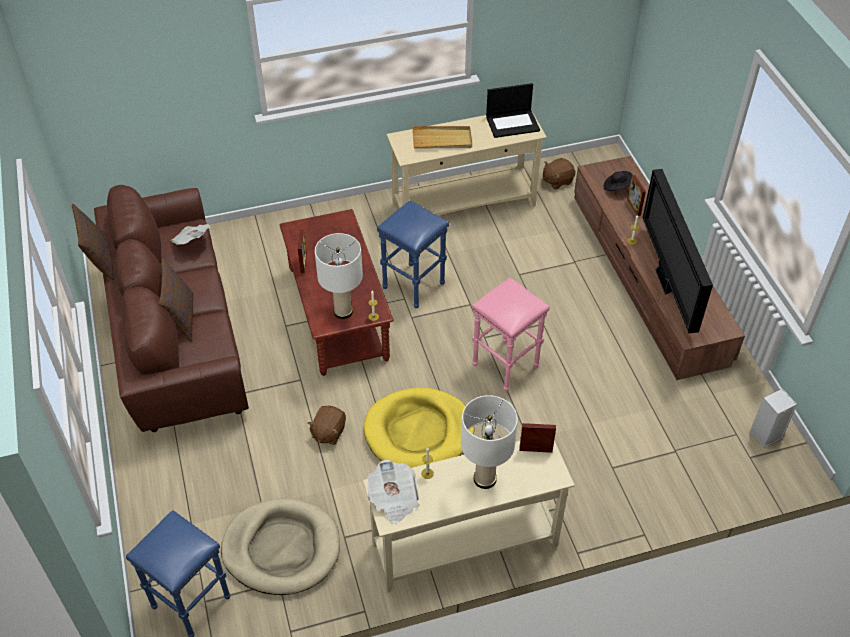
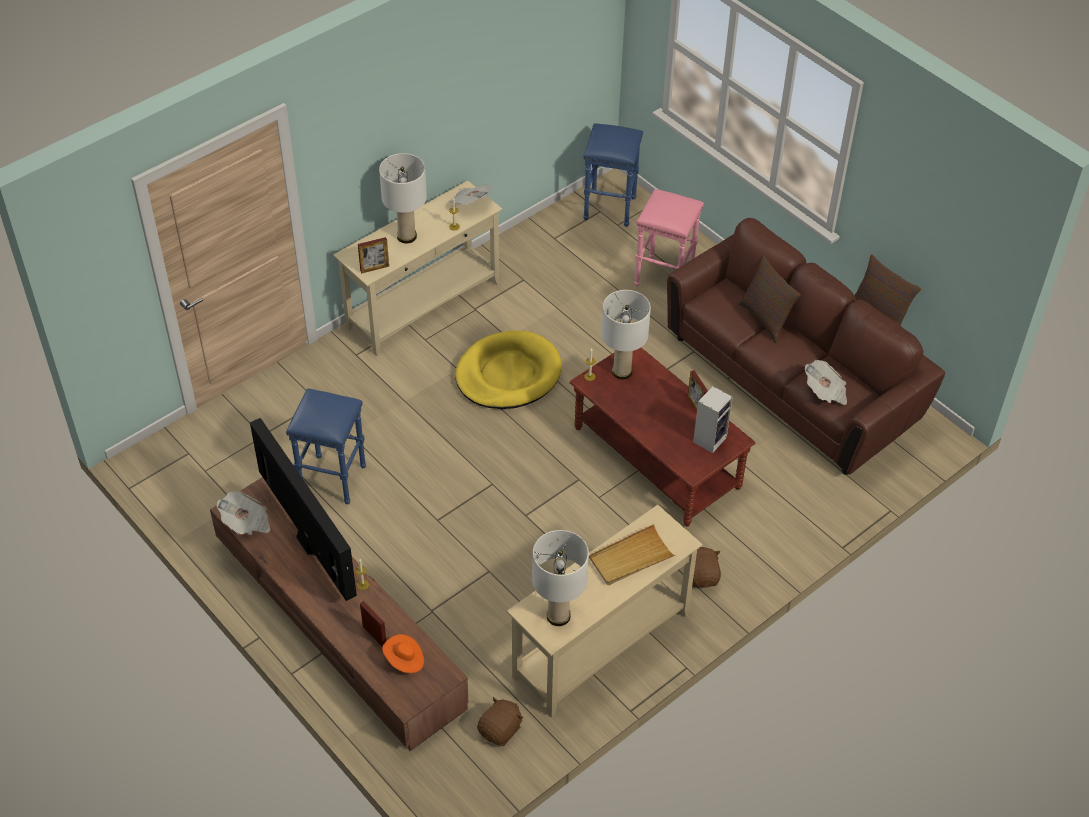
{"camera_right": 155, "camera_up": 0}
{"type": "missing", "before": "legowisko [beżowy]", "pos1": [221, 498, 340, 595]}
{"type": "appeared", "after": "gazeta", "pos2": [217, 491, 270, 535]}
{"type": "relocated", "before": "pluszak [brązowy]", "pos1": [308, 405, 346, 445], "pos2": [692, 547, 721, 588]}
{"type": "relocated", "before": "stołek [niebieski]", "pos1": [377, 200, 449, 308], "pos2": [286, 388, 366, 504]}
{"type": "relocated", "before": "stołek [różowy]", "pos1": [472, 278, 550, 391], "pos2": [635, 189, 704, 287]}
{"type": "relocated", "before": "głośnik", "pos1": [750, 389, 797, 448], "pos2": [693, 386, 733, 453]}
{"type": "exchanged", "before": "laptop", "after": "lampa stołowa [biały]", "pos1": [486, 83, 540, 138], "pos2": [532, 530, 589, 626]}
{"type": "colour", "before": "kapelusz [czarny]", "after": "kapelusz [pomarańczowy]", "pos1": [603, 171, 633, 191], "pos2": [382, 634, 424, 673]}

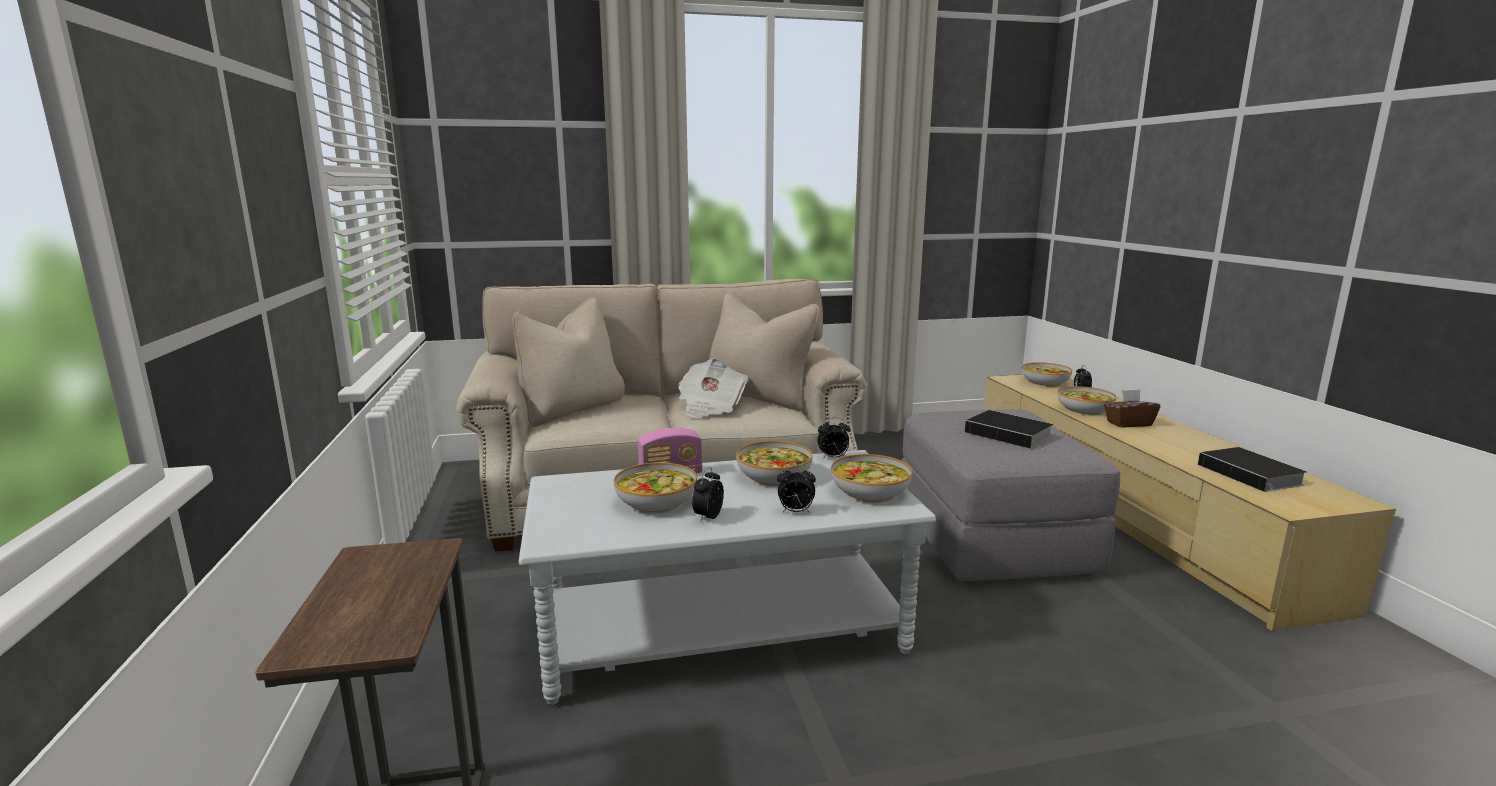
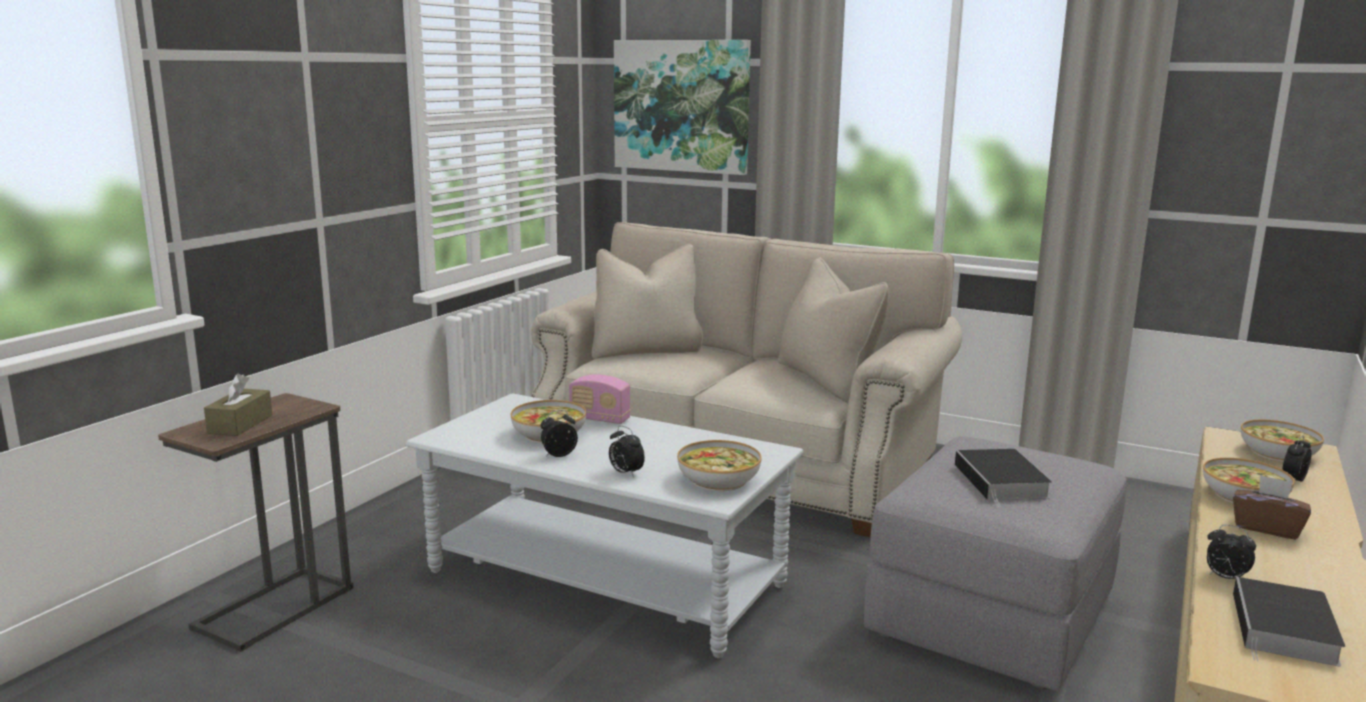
{"camera_right": 40, "camera_up": 0}
{"type": "missing", "before": "gazeta", "pos1": [678, 358, 749, 418]}
{"type": "missing", "before": "miska", "pos1": [736, 441, 813, 486]}
{"type": "appeared", "after": "pudełko chusteczek [brązowy]", "pos2": [204, 373, 273, 436]}
{"type": "appeared", "after": "obraz", "pos2": [614, 40, 751, 175]}
{"type": "relocated", "before": "budzik", "pos1": [817, 418, 850, 458], "pos2": [1207, 524, 1256, 579]}

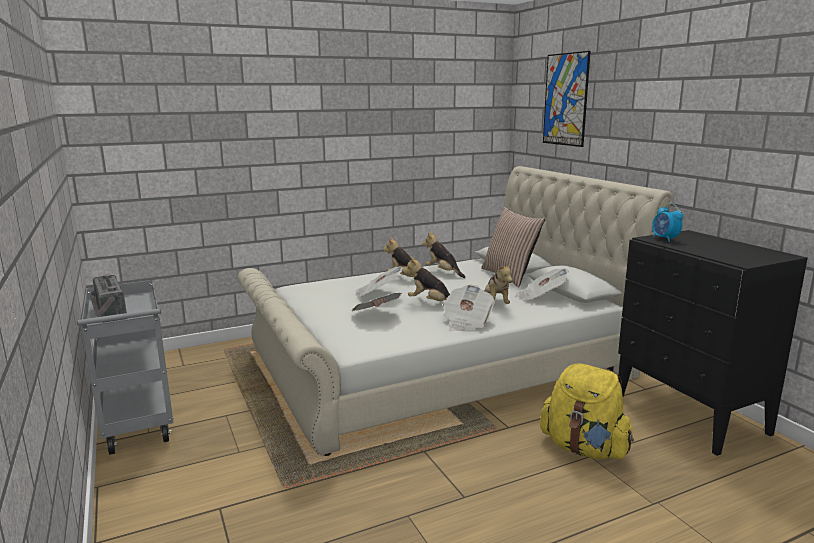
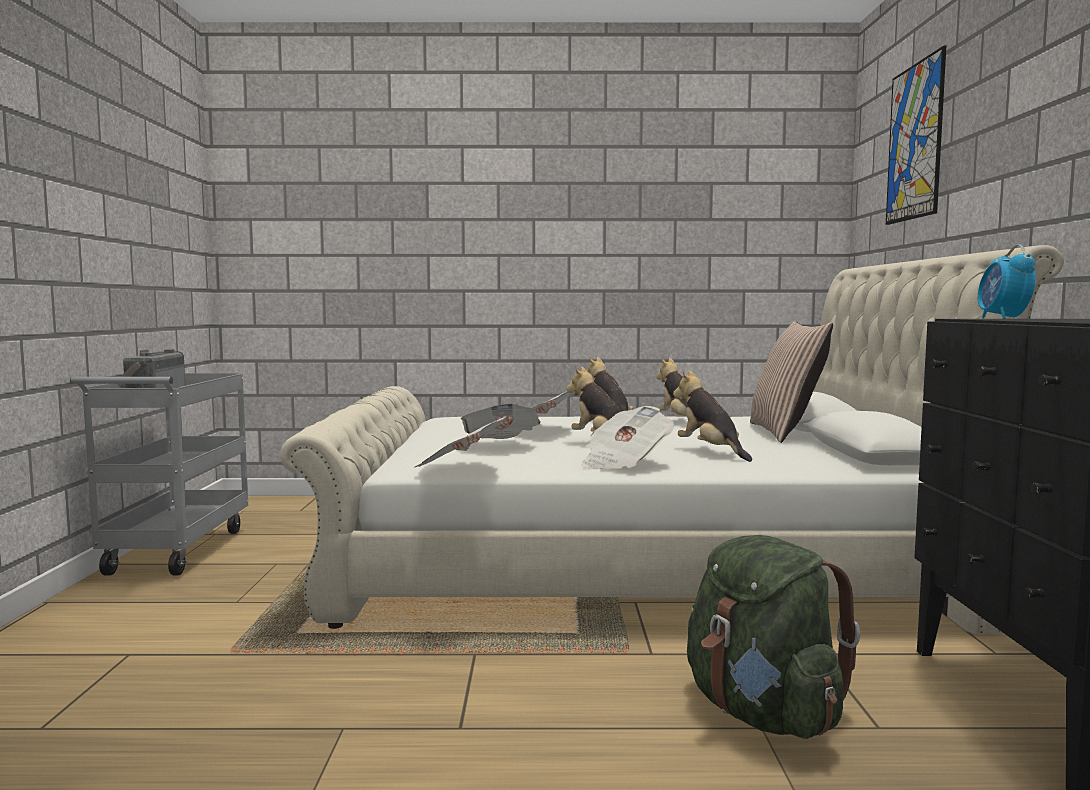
{"camera_right": 25, "camera_up": -10}
{"type": "relocated", "before": "gazeta", "pos1": [516, 269, 569, 300], "pos2": [415, 417, 505, 467]}
{"type": "colour", "before": "plecak [żółty]", "after": "plecak [zielony]", "pos1": [540, 364, 634, 459], "pos2": [687, 535, 860, 739]}
{"type": "spun", "before": "pluszak", "pos1": [483, 263, 513, 304], "pos2": [673, 370, 752, 462], "turn": 135}

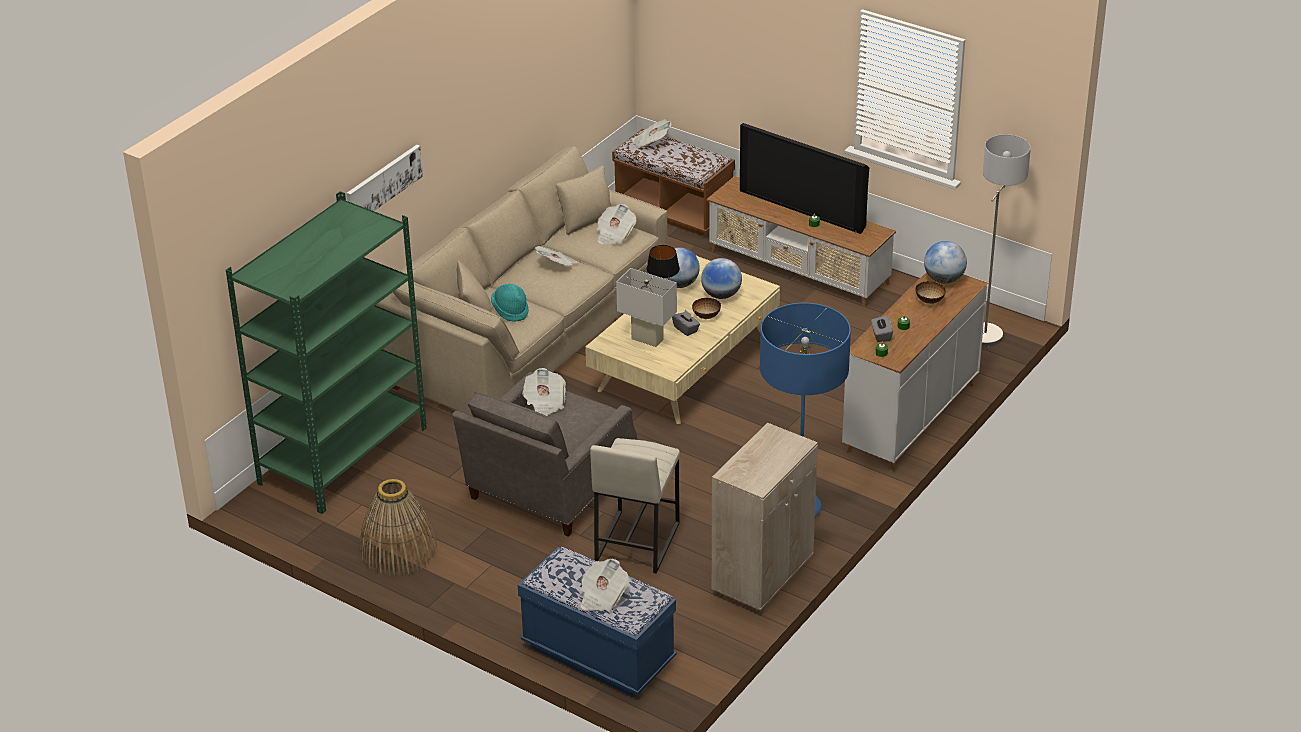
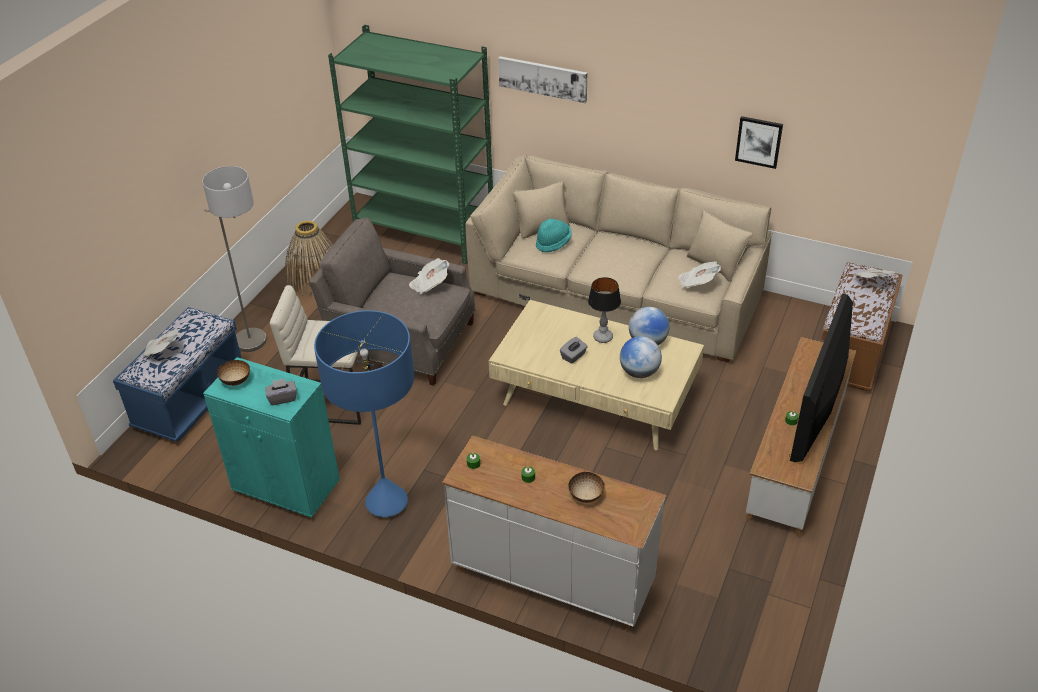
{"camera_right": 80, "camera_up": 5}
{"type": "missing", "before": "gazeta", "pos1": [535, 246, 579, 266]}
{"type": "missing", "before": "lampa stołowa [biały]", "pos1": [616, 268, 677, 347]}
{"type": "missing", "before": "globus", "pos1": [924, 241, 967, 284]}
{"type": "appeared", "after": "obraz", "pos2": [735, 116, 783, 169]}
{"type": "relocated", "before": "miska", "pos1": [692, 298, 721, 319], "pos2": [217, 360, 250, 386]}
{"type": "relocated", "before": "pudełko chusteczek [szary]", "pos1": [871, 315, 893, 342], "pos2": [265, 379, 297, 405]}
{"type": "relocated", "before": "lampa stojąca [szary]", "pos1": [982, 134, 1031, 347], "pos2": [202, 166, 267, 352]}
{"type": "colour", "before": "szafka [beżowy]", "after": "szafka [turkusowy]", "pos1": [712, 423, 818, 611], "pos2": [203, 357, 340, 518]}

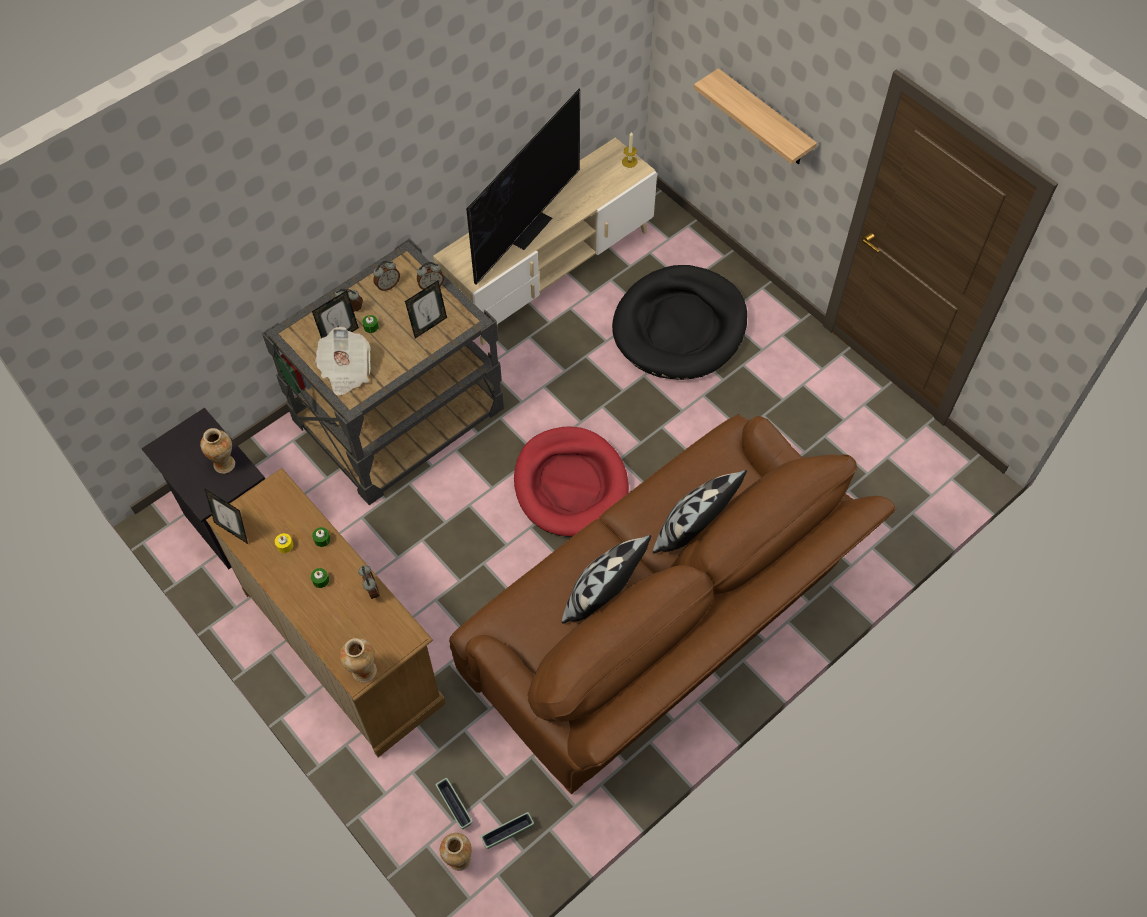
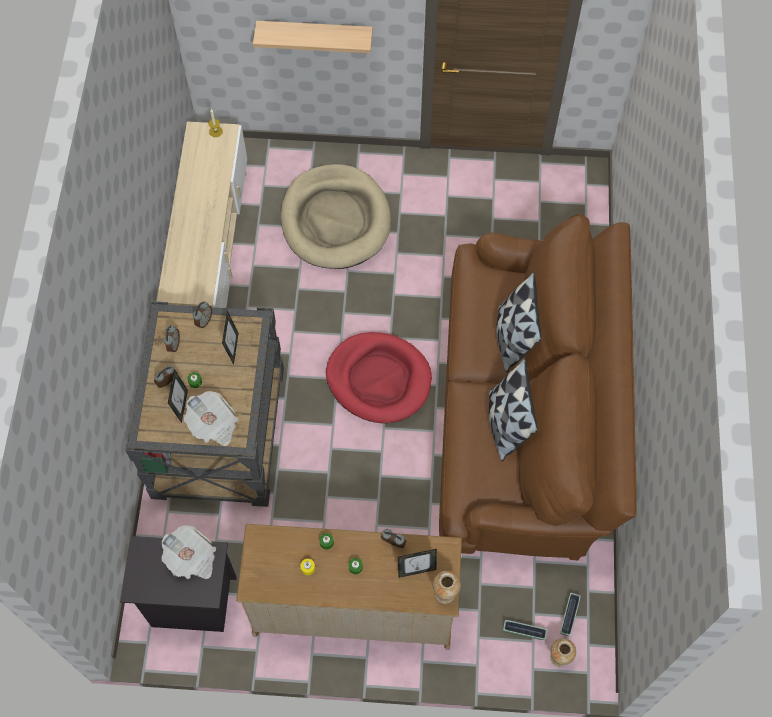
{"camera_right": -45, "camera_up": 5}
{"type": "missing", "before": "telewizor", "pos1": [466, 89, 580, 285]}
{"type": "relocated", "before": "ramka na zdjęcie", "pos1": [204, 488, 248, 544], "pos2": [398, 549, 437, 578]}
{"type": "exchanged", "before": "wazon", "after": "gazeta", "pos1": [200, 428, 235, 474], "pos2": [161, 525, 216, 579]}
{"type": "colour", "before": "legowisko [czarny]", "after": "legowisko [beżowy]", "pos1": [612, 265, 747, 380], "pos2": [281, 164, 391, 269]}

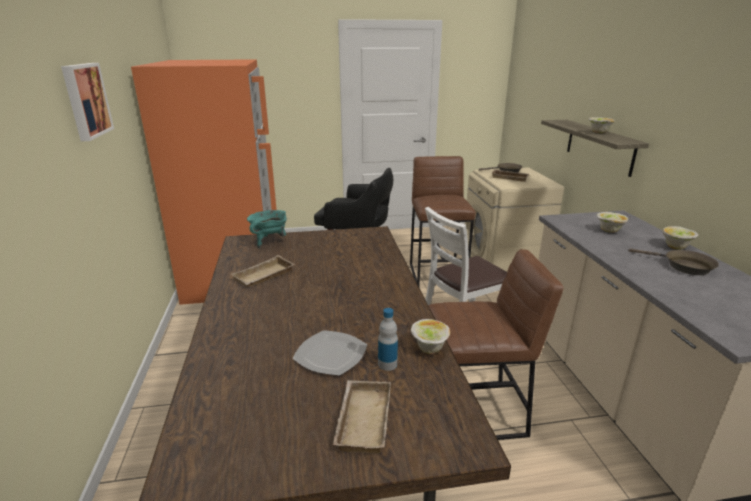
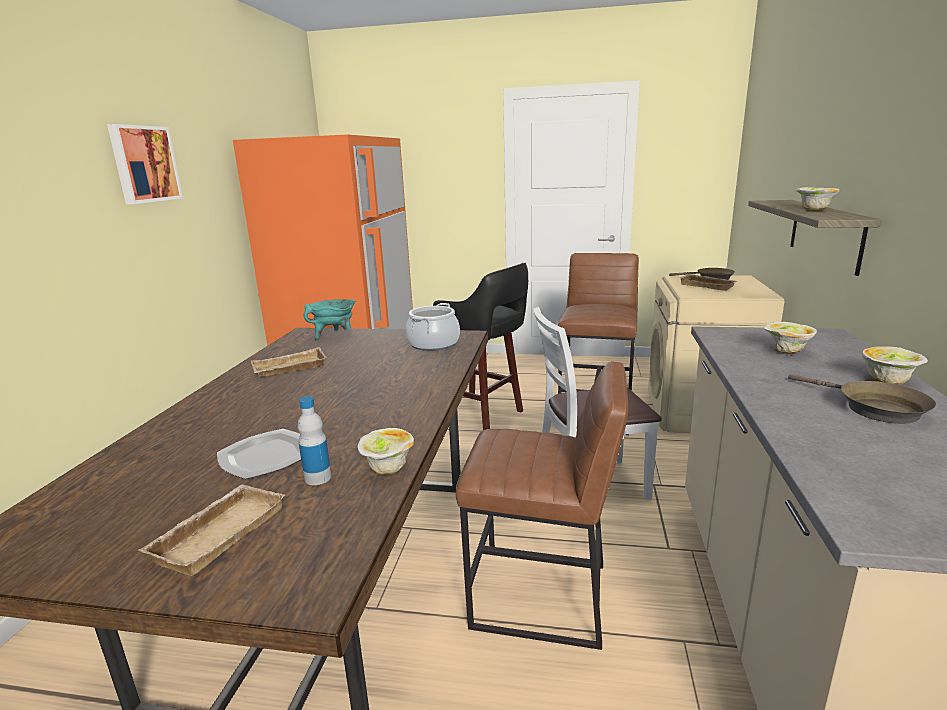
{"camera_right": 20, "camera_up": -5}
{"type": "appeared", "after": "garnek", "pos2": [405, 303, 460, 351]}

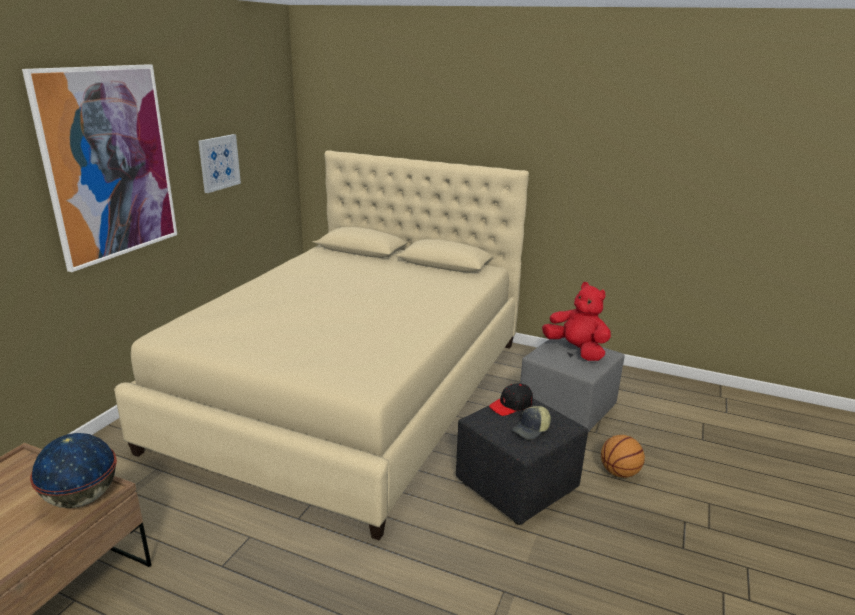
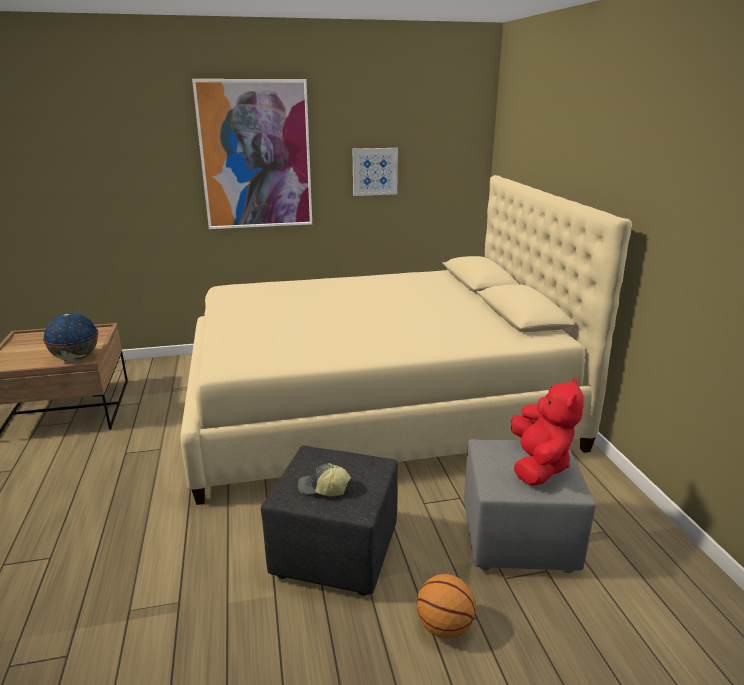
{"camera_right": 55, "camera_up": 0}
{"type": "missing", "before": "czapka z daszkiem [czarny]", "pos1": [489, 383, 533, 416]}

